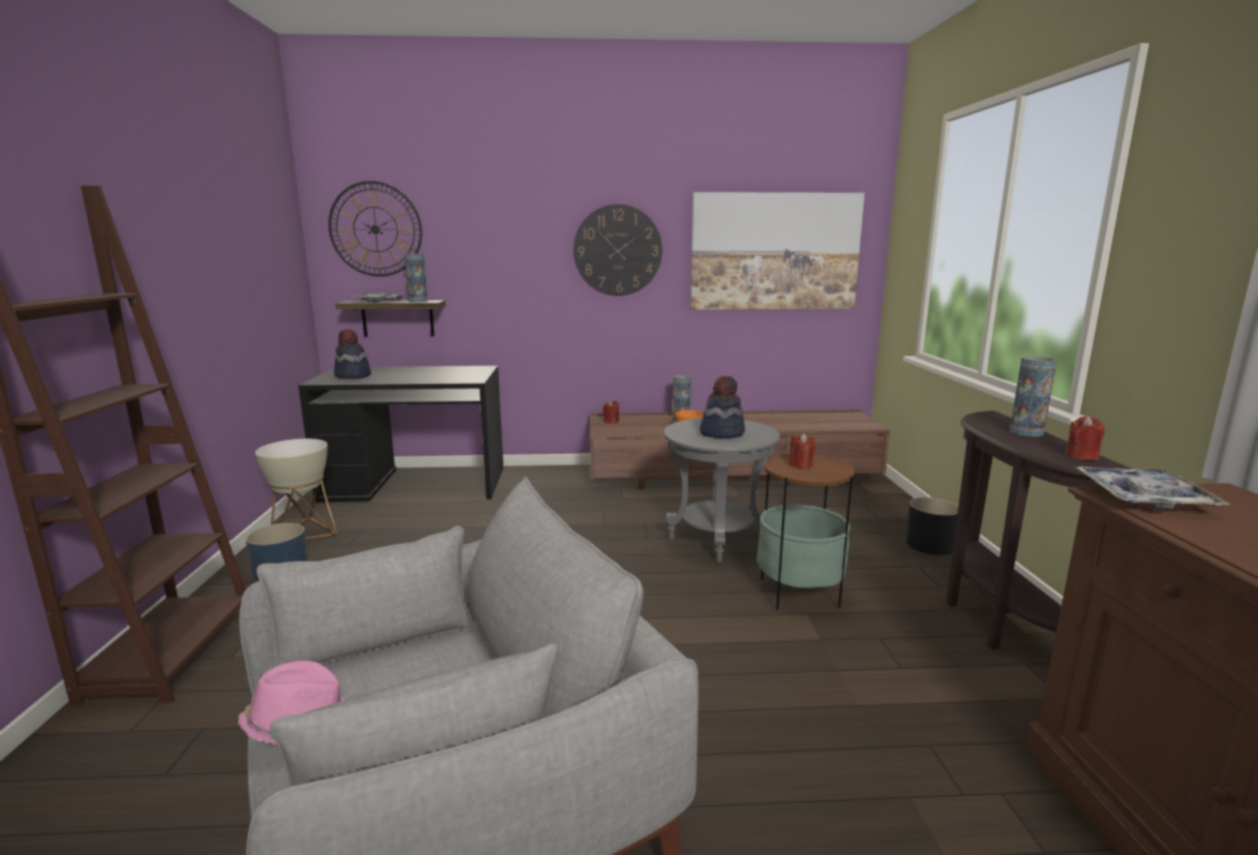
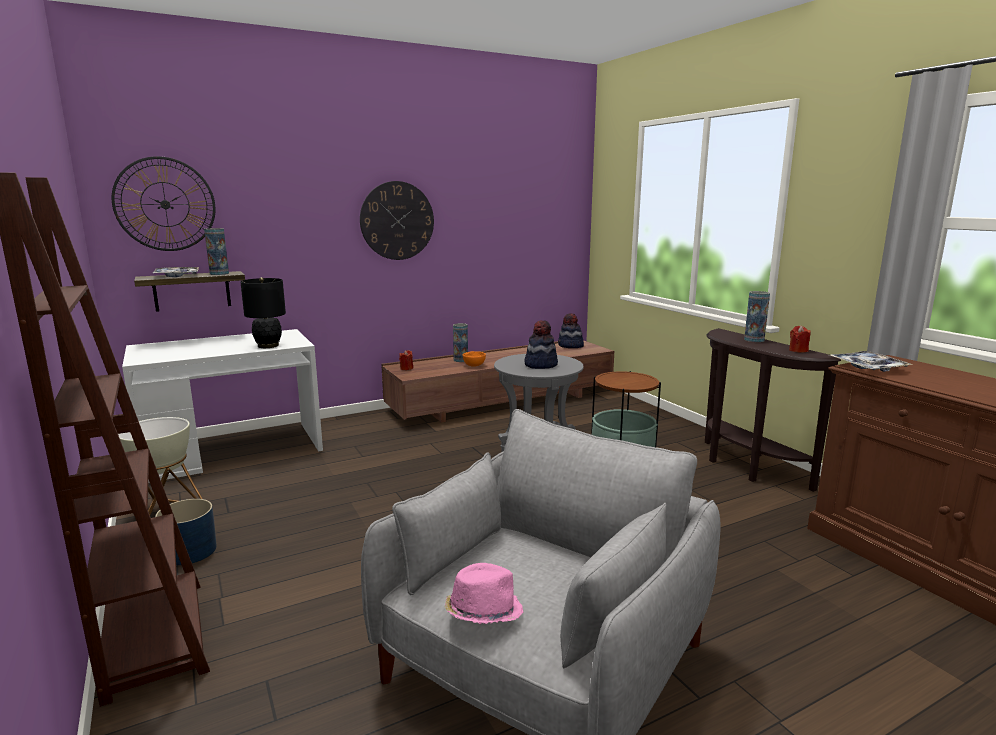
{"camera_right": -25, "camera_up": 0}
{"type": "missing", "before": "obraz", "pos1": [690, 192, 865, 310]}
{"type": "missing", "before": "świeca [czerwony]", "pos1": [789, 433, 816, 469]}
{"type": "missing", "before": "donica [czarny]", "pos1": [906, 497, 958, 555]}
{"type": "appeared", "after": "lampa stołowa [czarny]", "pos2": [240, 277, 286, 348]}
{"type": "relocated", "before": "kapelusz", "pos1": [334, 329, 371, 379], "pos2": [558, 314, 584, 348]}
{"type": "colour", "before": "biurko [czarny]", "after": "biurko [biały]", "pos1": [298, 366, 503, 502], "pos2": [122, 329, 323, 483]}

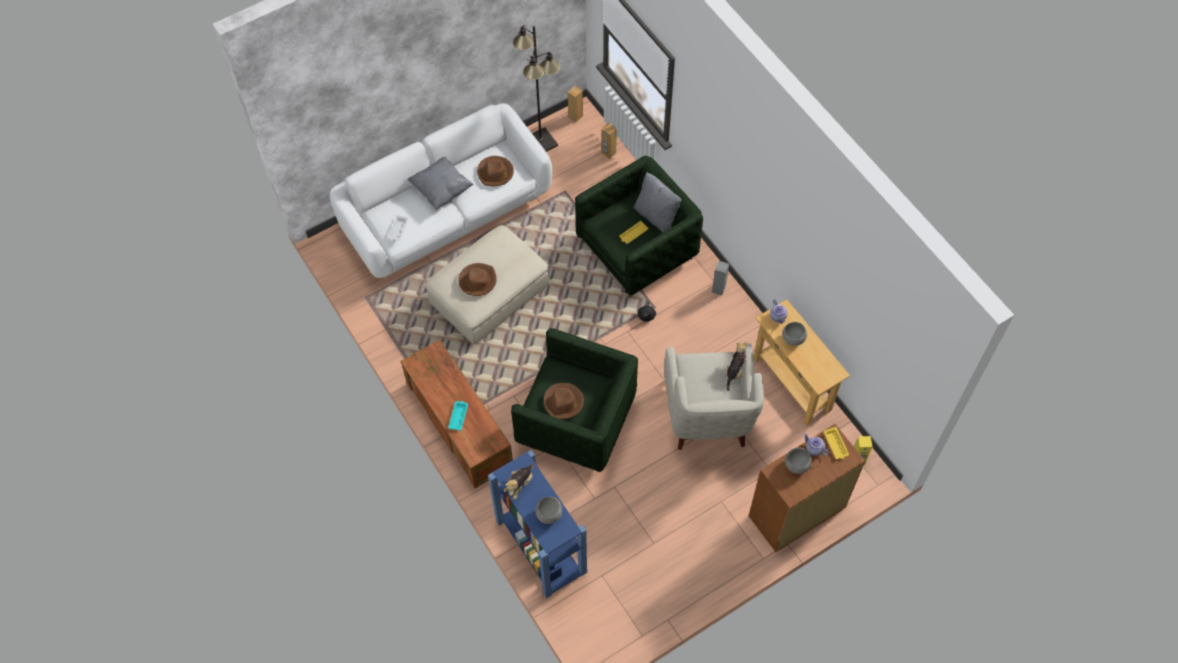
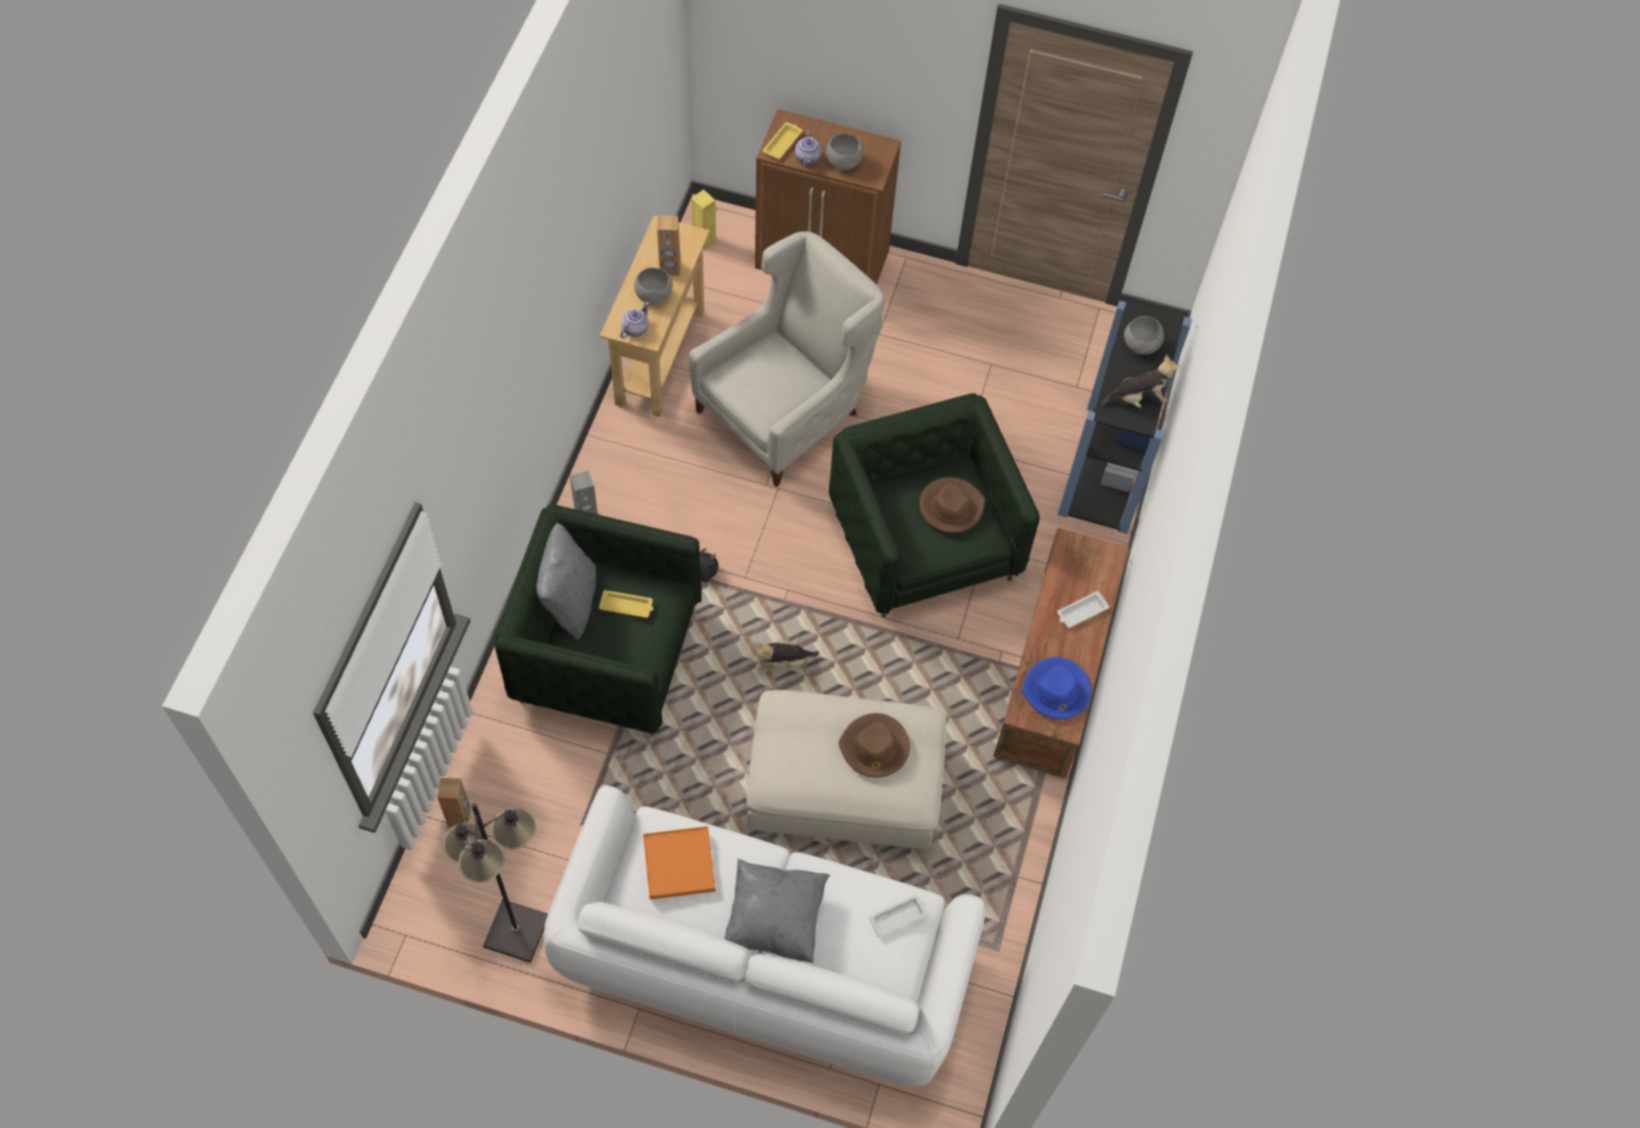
{"camera_right": -135, "camera_up": 0}
{"type": "appeared", "after": "kapelusz [niebieski]", "pos2": [1022, 657, 1091, 719]}
{"type": "relocated", "before": "głośnik [brązowy]", "pos1": [568, 86, 583, 122], "pos2": [657, 215, 681, 276]}
{"type": "relocated", "before": "pluszak", "pos1": [725, 341, 747, 391], "pos2": [753, 641, 819, 674]}
{"type": "exchanged", "before": "kapelusz [brązowy]", "after": "taca [pomarańczowy]", "pos1": [477, 156, 514, 186], "pos2": [643, 826, 716, 900]}
{"type": "colour", "before": "taca [turkusowy]", "after": "taca [biały]", "pos1": [448, 401, 468, 431], "pos2": [1057, 591, 1110, 628]}
{"type": "colour", "before": "regał [niebieski]", "after": "regał [czarny]", "pos1": [488, 450, 587, 599], "pos2": [1058, 301, 1192, 534]}

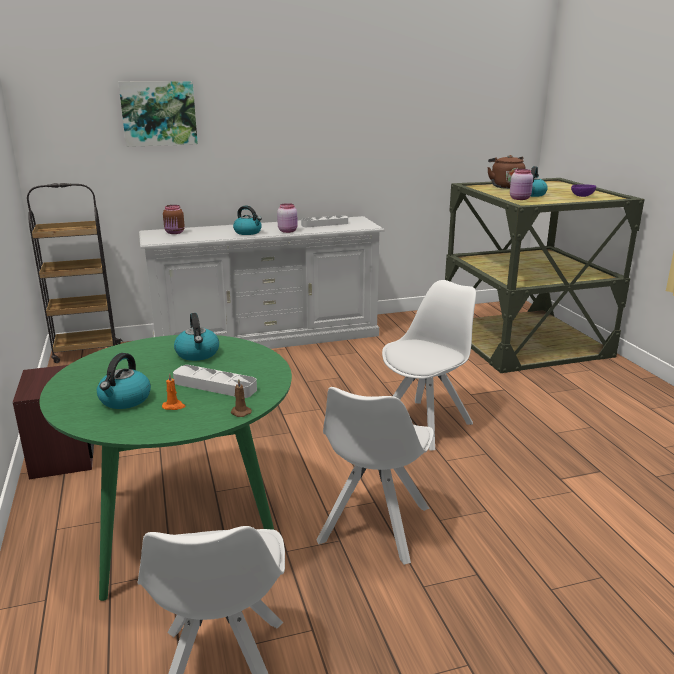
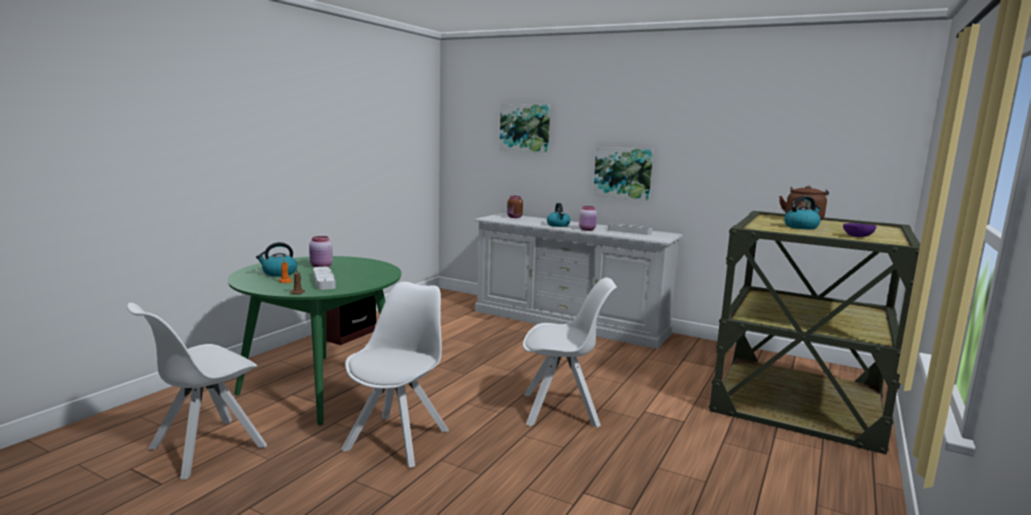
{"camera_right": 45, "camera_up": -10}
{"type": "missing", "before": "wózek [brązowy]", "pos1": [27, 183, 123, 363]}
{"type": "missing", "before": "czajnik", "pos1": [174, 313, 219, 361]}
{"type": "appeared", "after": "obraz", "pos2": [593, 147, 653, 200]}
{"type": "relocated", "before": "słoik [różowy]", "pos1": [510, 169, 533, 200], "pos2": [309, 236, 333, 267]}
{"type": "spun", "before": "krzesło [biały]", "pos1": [317, 387, 434, 565], "pos2": [341, 282, 449, 468], "turn": 135}

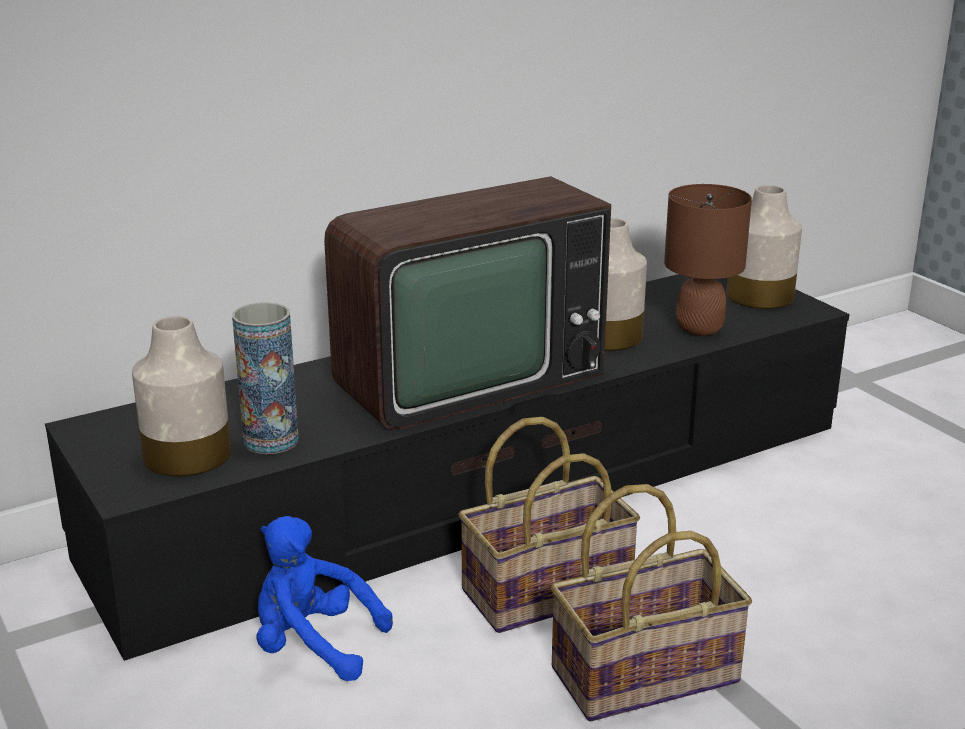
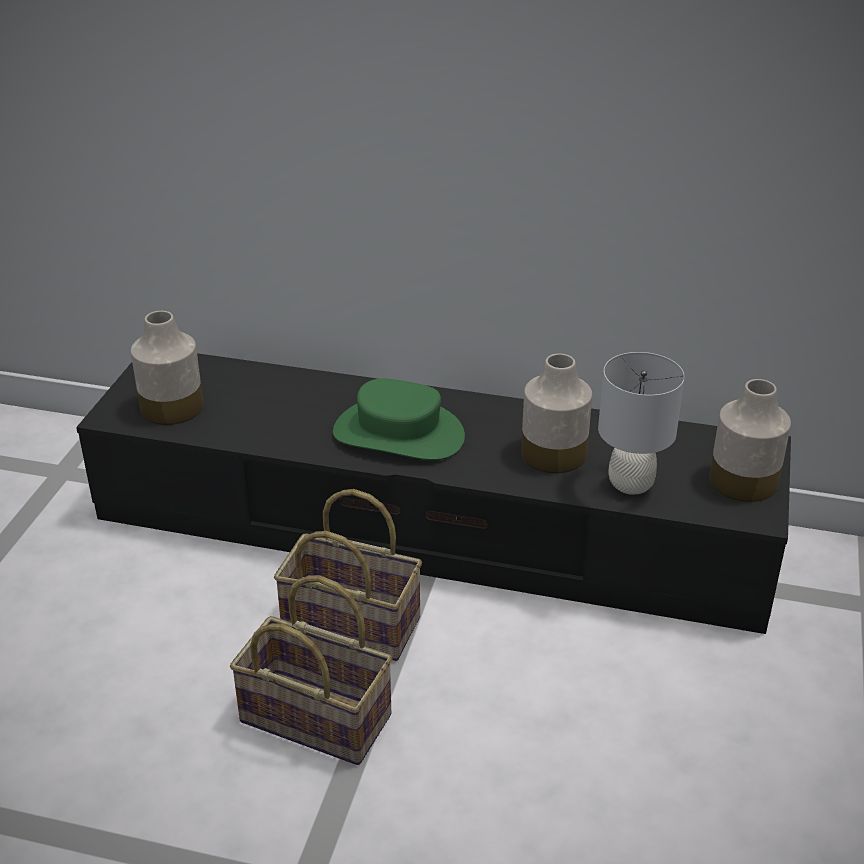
{"camera_right": 45, "camera_up": 10}
{"type": "missing", "before": "wazon", "pos1": [232, 303, 299, 454]}
{"type": "missing", "before": "pluszak [niebieski]", "pos1": [256, 516, 393, 681]}
{"type": "exchanged", "before": "telewizor", "after": "kapelusz [zielony]", "pos1": [324, 176, 611, 430], "pos2": [333, 379, 465, 460]}
{"type": "colour", "before": "lampa stołowa [brązowy]", "after": "lampa stołowa [szary]", "pos1": [664, 184, 752, 336], "pos2": [598, 352, 685, 495]}

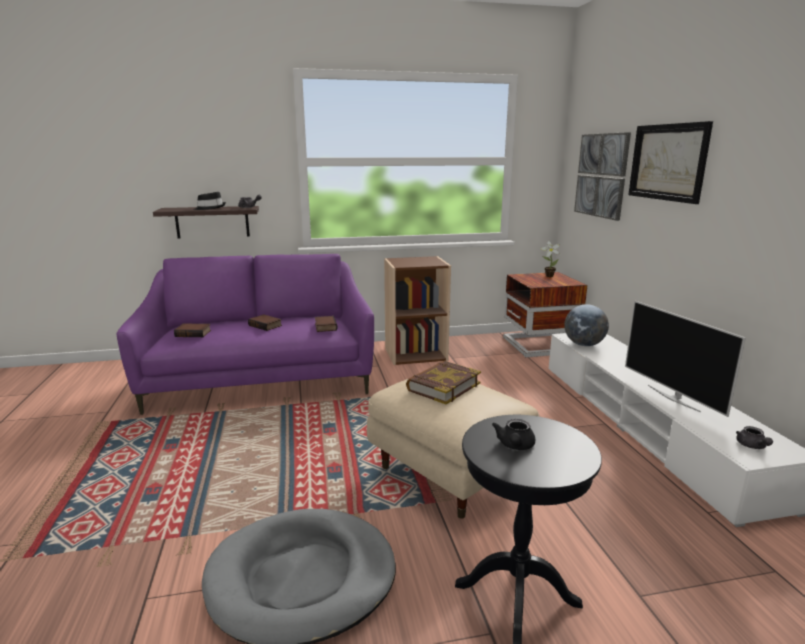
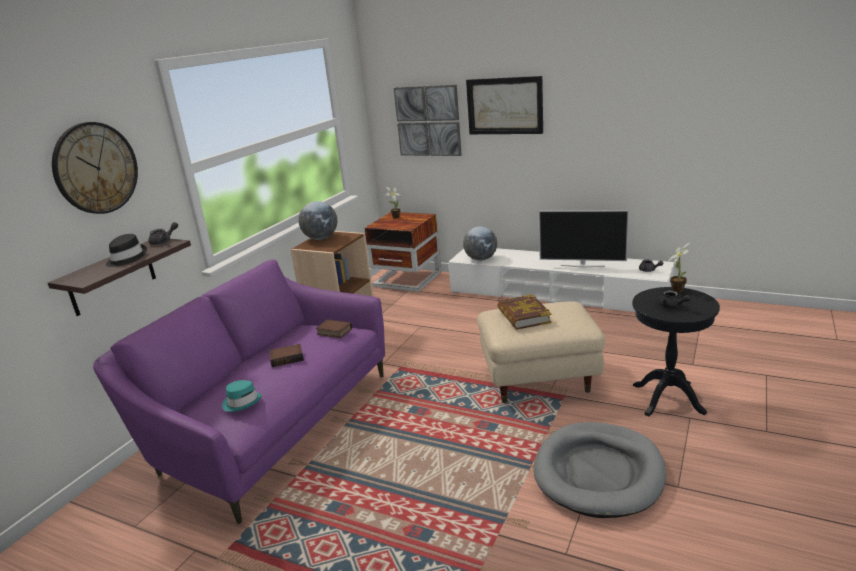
{"camera_right": -50, "camera_up": 5}
{"type": "appeared", "after": "zegar ścienny", "pos2": [52, 122, 138, 214]}
{"type": "appeared", "after": "globus", "pos2": [298, 201, 337, 240]}
{"type": "appeared", "after": "roślina doniczkowa", "pos2": [668, 243, 690, 293]}
{"type": "exchanged", "before": "książka", "after": "kapelusz [turkusowy]", "pos1": [174, 324, 211, 337], "pos2": [222, 380, 262, 412]}

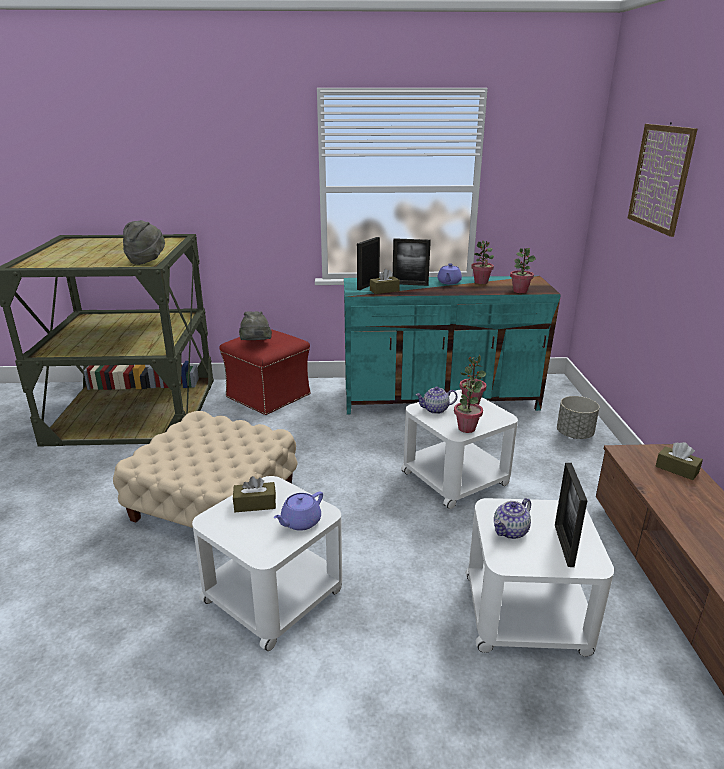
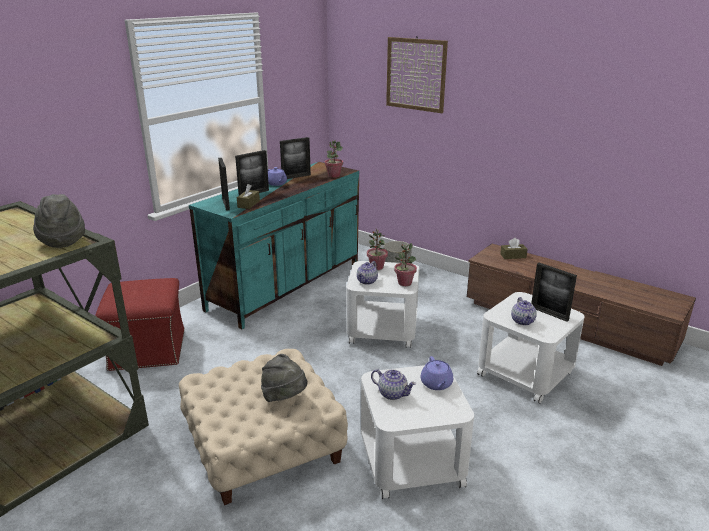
{"camera_right": -50, "camera_up": 0}
{"type": "relocated", "before": "kapelusz [szary]", "pos1": [239, 311, 272, 340], "pos2": [261, 354, 307, 402]}
{"type": "exchanged", "before": "pudełko chusteczek [brązowy]", "after": "imbryk", "pos1": [233, 476, 276, 512], "pos2": [371, 369, 416, 400]}
{"type": "exchanged", "before": "roślina doniczkowa", "after": "ramka na zdjęcie", "pos1": [471, 240, 494, 284], "pos2": [280, 137, 311, 179]}

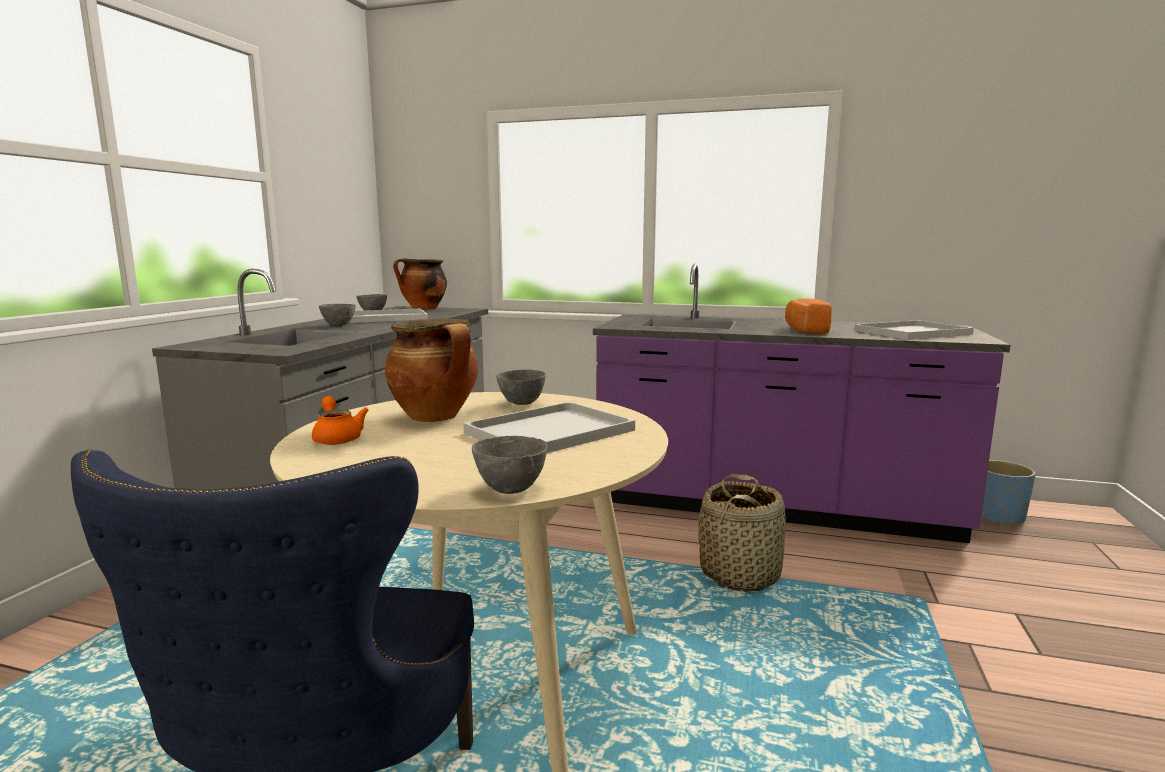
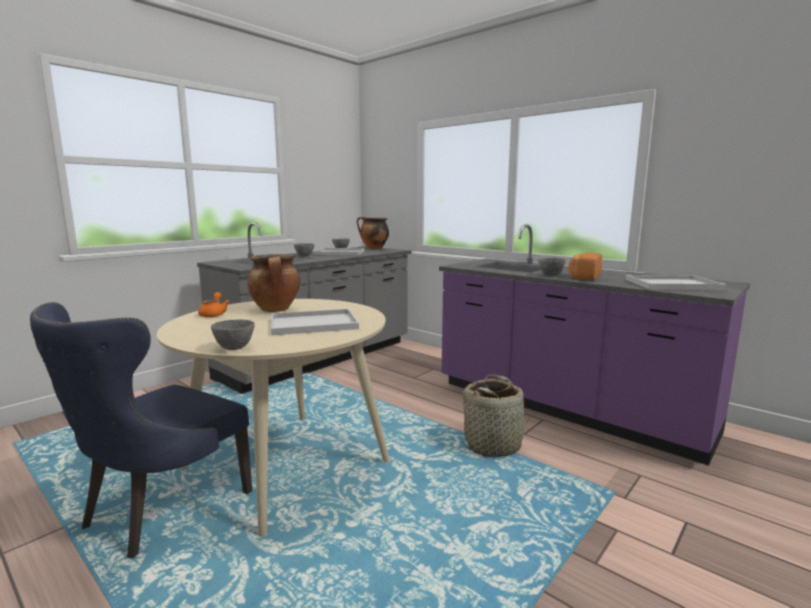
{"camera_right": 25, "camera_up": 0}
{"type": "missing", "before": "donica [niebieski]", "pos1": [981, 460, 1036, 526]}
{"type": "relocated", "before": "miska [szary]", "pos1": [497, 369, 546, 405], "pos2": [538, 258, 566, 276]}

